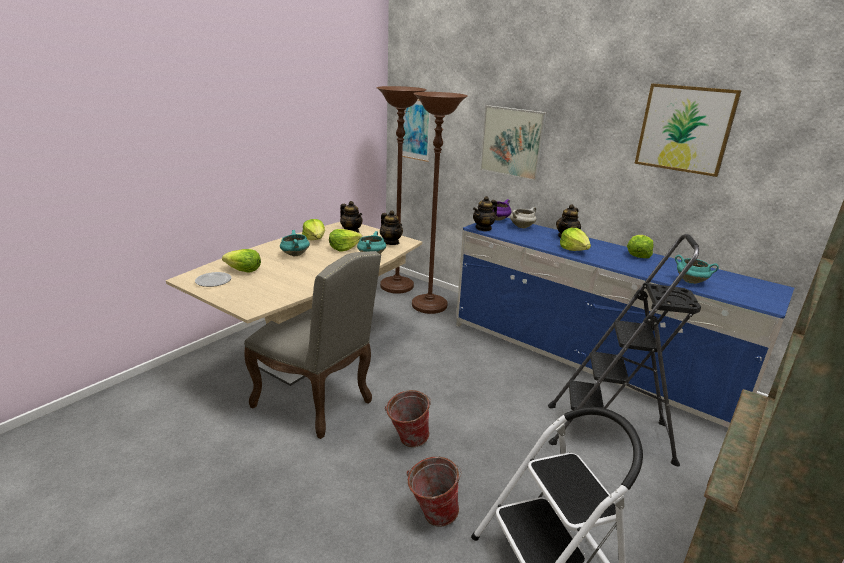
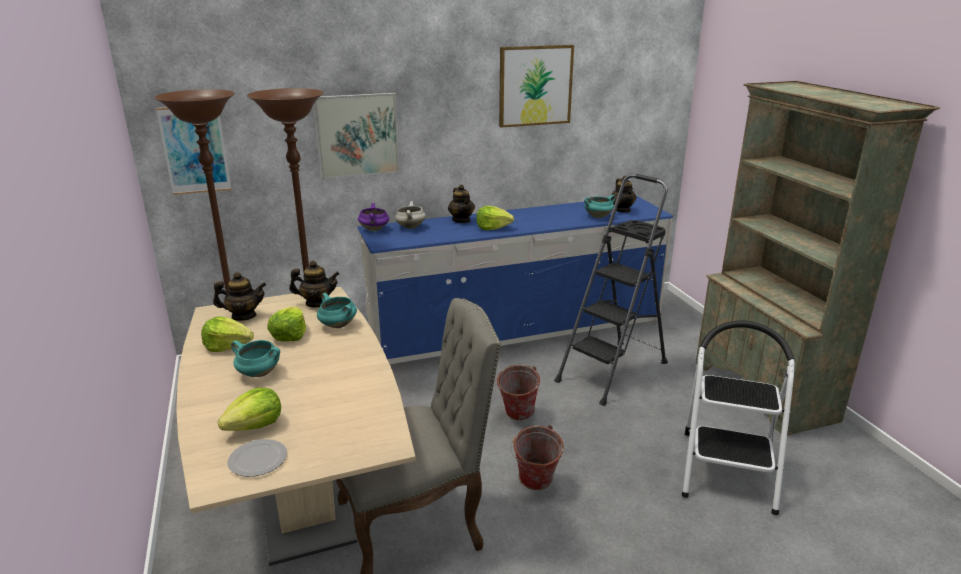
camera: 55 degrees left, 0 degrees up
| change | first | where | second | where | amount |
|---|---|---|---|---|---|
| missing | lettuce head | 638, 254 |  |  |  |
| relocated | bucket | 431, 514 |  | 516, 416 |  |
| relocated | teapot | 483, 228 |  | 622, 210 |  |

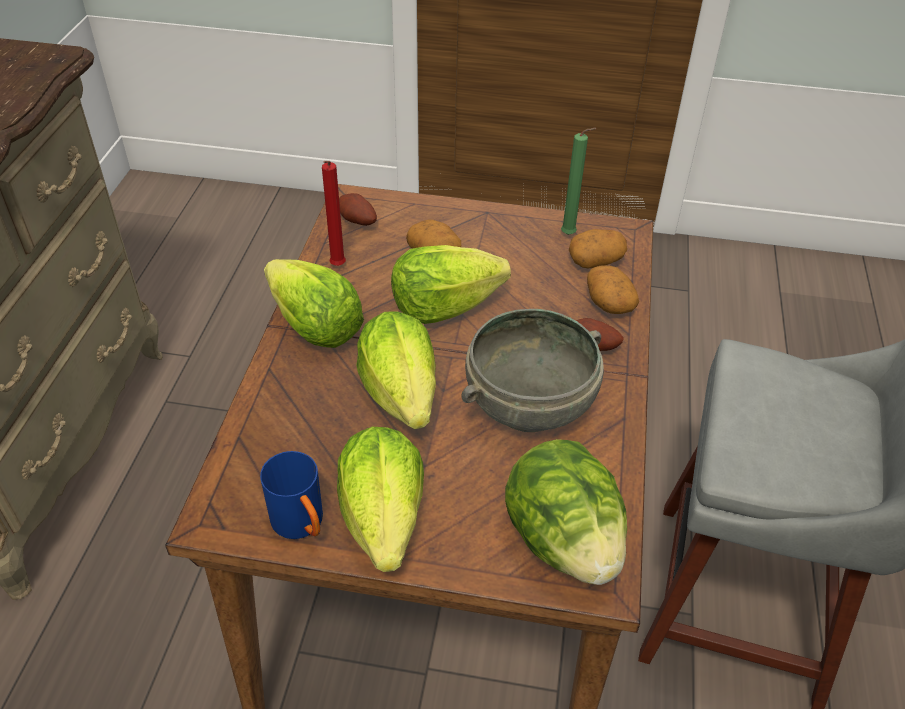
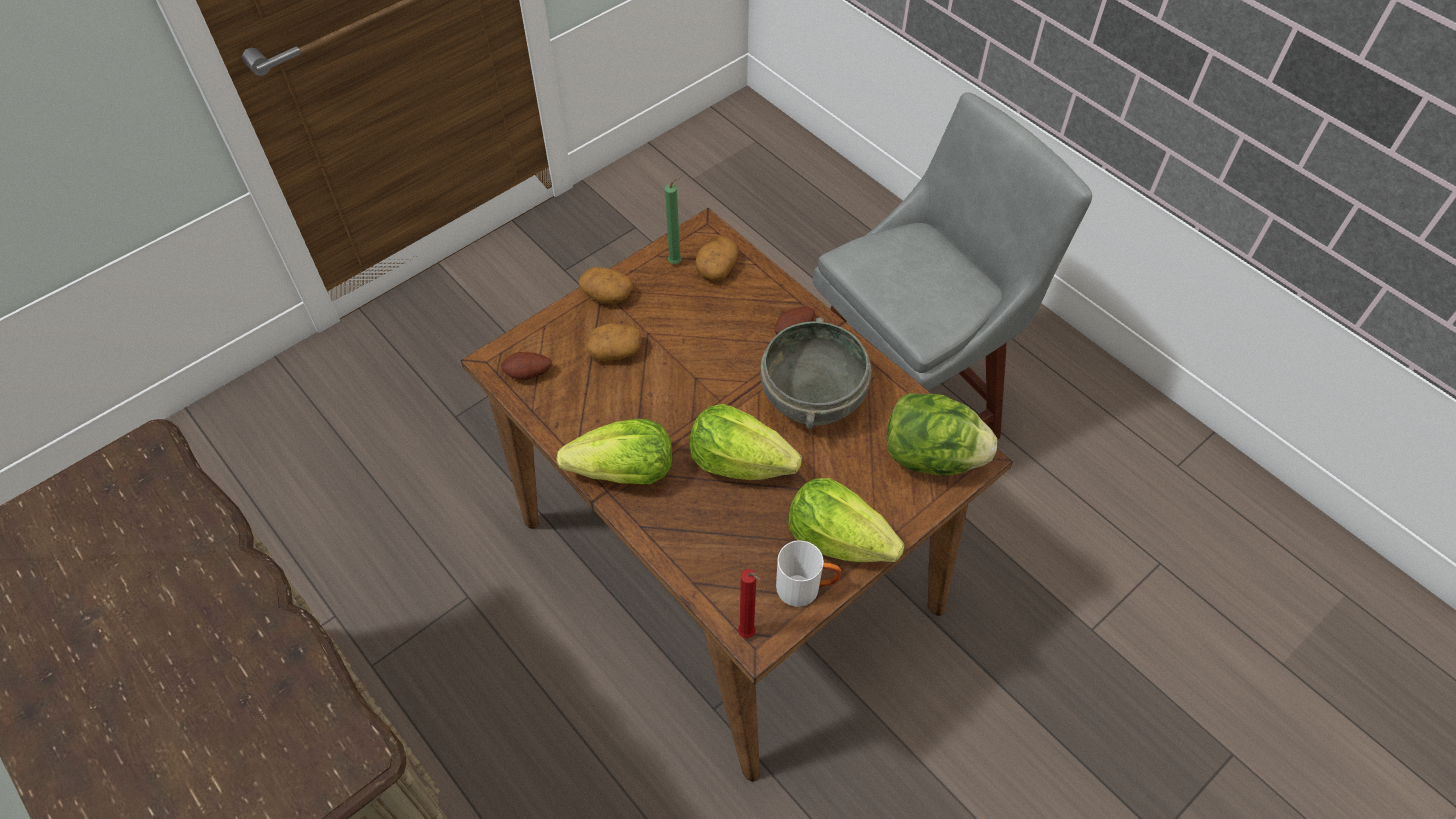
camera: 50 degrees left, 10 degrees up
| change | first | where | second | where | amount |
|---|---|---|---|---|---|
| missing | lettuce head | 443, 307 |  |  |  |
| relocated | wax light (red-coloured) | 337, 267 |  | 748, 635 |  |
| relocated | potato | 608, 302 |  | 606, 295 |  |
| colour | tea mug (blue) | 302, 525 | tea mug (whitish) | 806, 588 |  |

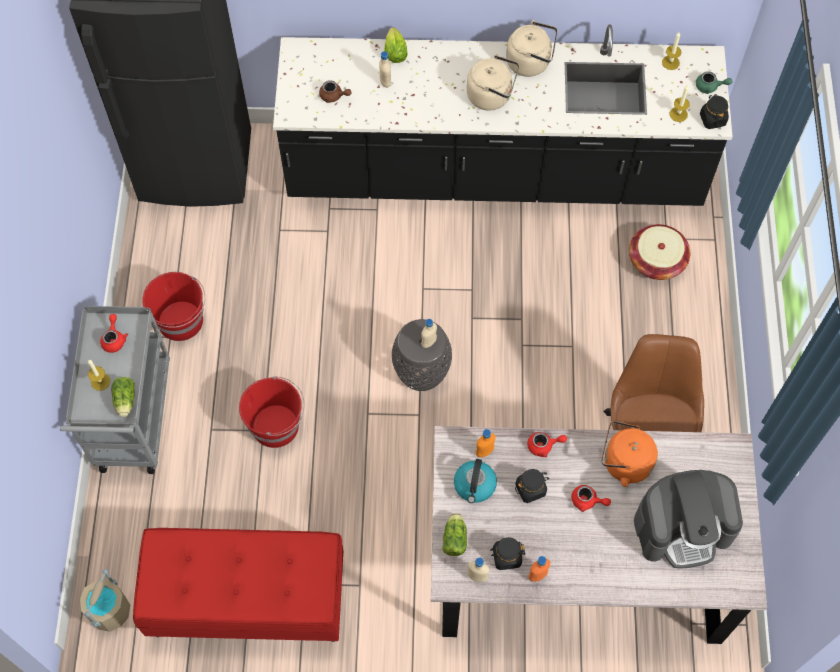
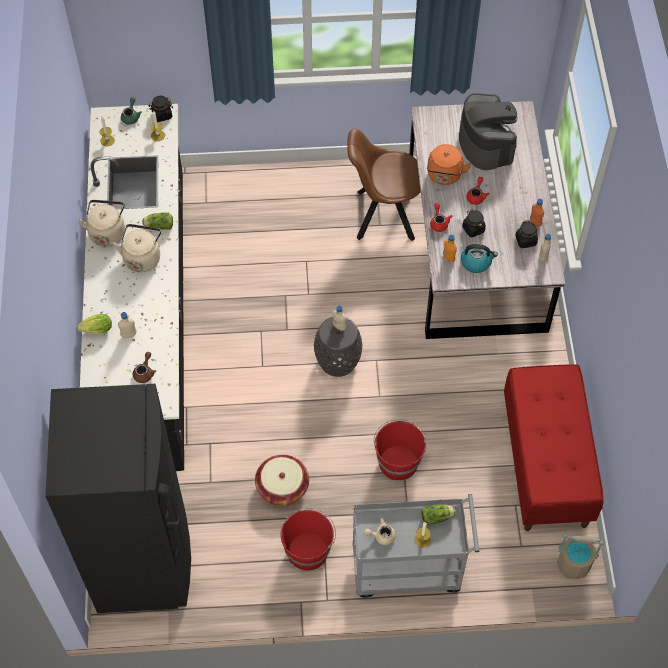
camera: 95 degrees left, 5 degrees down
| change | first | where | second | where | amount |
|---|---|---|---|---|---|
| relocated | lettuce head | 454, 537 |  | 158, 226 |  |
| relocated | basket | 656, 261 |  | 282, 486 |  |
| colour | teapot (red-coloured) | 114, 339 | teapot (sand-coloured) | 381, 535 |  |

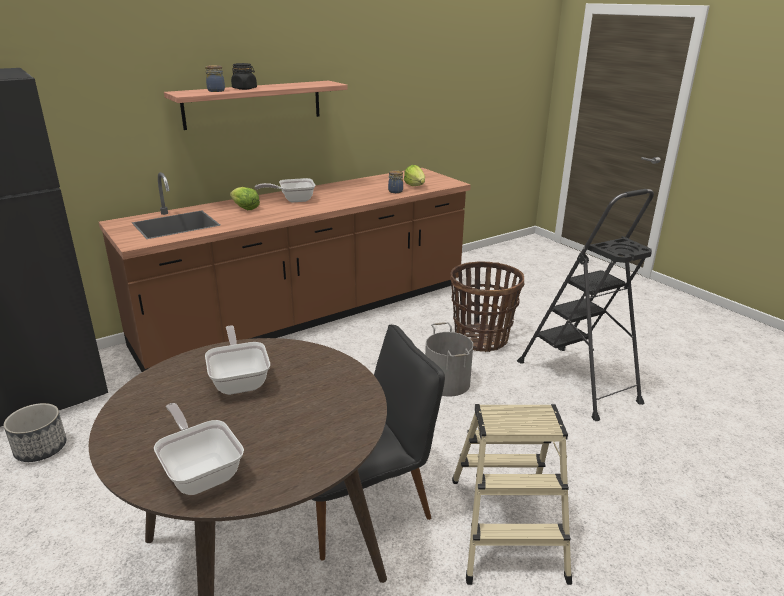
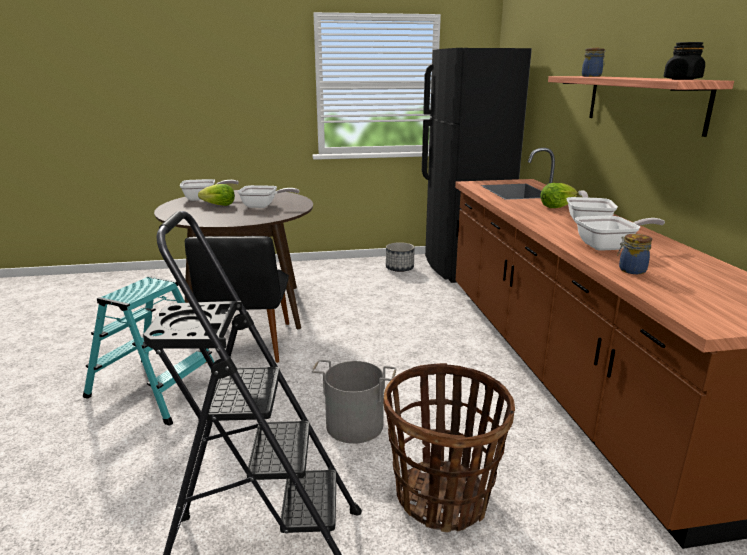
camera: 115 degrees right, 5 degrees down
| change | first | where | second | where | amount |
|---|---|---|---|---|---|
| appeared |  |  | frying pan | 609, 246 |  |
| relocated | preserve jar (black-coloured) | 244, 88 |  | 682, 79 |  |
| relocated | lettuce head | 415, 186 |  | 219, 205 |  |
| colour | step stool (sand-coloured) | 506, 526 | step stool (turquoise-coloured) | 155, 389 |  |

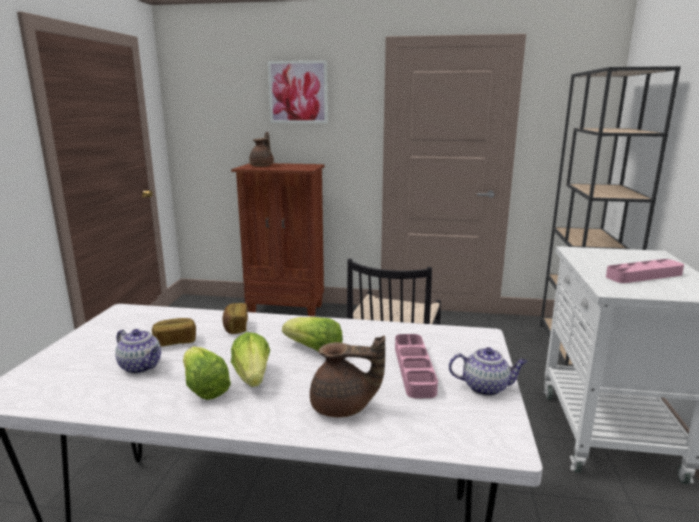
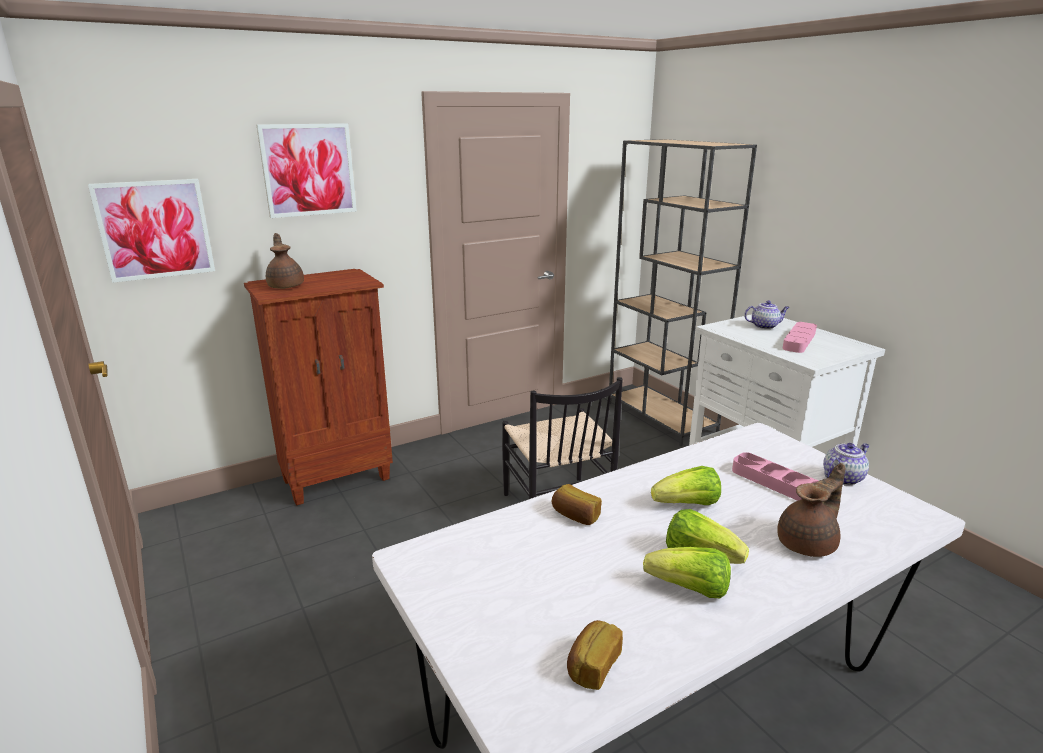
camera: 40 degrees left, 5 degrees up
| change | first | where | second | where | amount |
|---|---|---|---|---|---|
| appeared |  |  | wall art | 155, 229 |  |
| relocated | teapot | 141, 367 |  | 765, 326 |  |
| relocated | bakery bread | 175, 341 |  | 592, 665 |  |

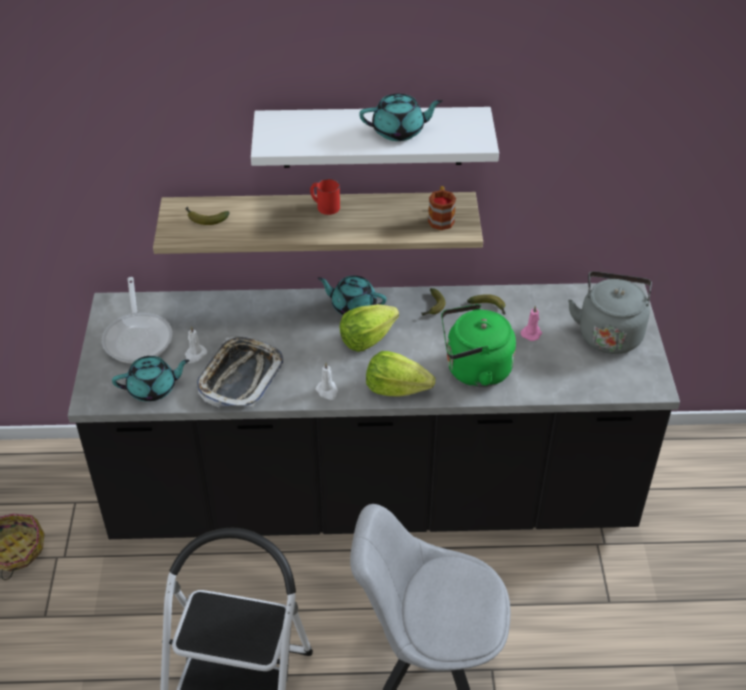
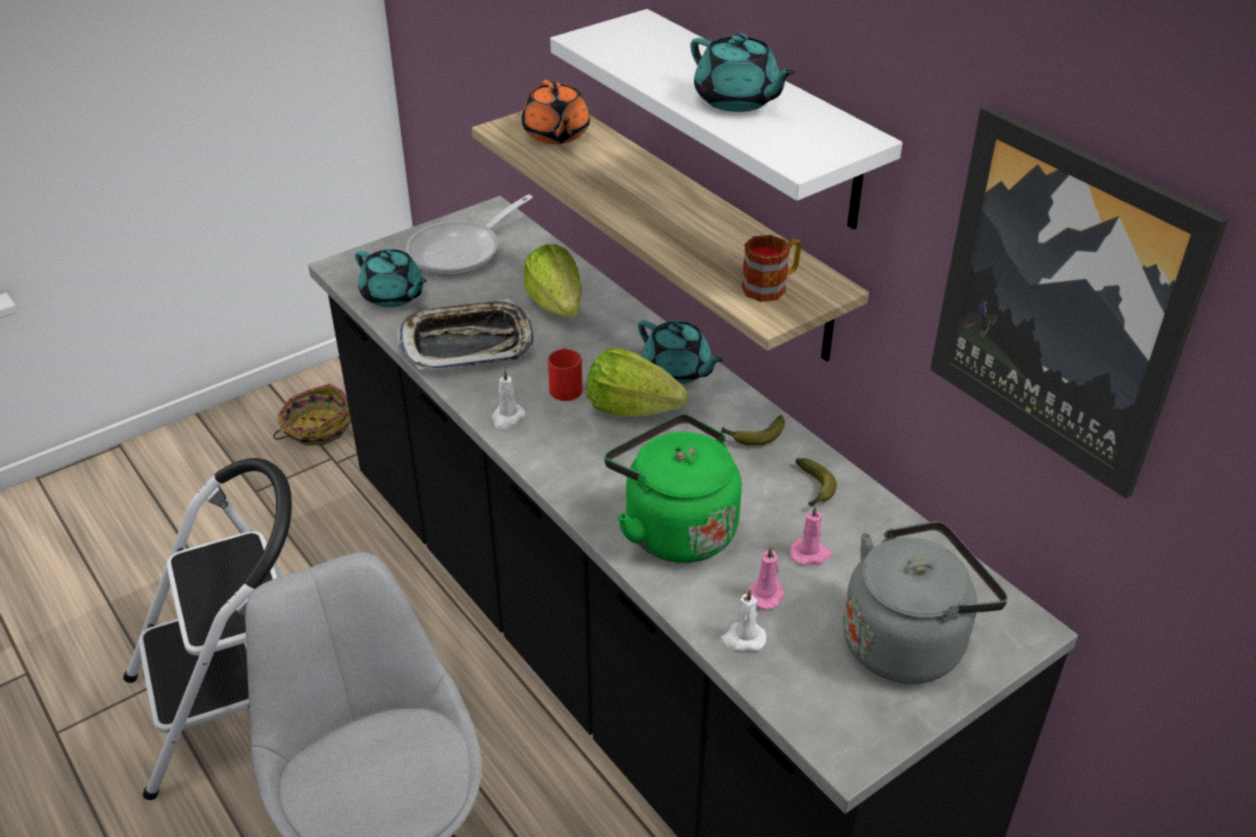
camera: 55 degrees right, 5 degrees down
| change | first | where | second | where | amount |
|---|---|---|---|---|---|
| appeared |  |  | wax light (pinkish) | 766, 594 |  |
| appeared |  |  | wall art | 1064, 301 |  |
| relocated | wax light (whitish) | 195, 355 |  | 743, 639 |  |
| relocated | tea mug (red-coloured) | 324, 206 |  | 565, 385 |  |
| relocated | lettuce head | 396, 388 |  | 556, 305 |  |
| exchanged | banana | 205, 219 | teapot (orange-coloured) | 556, 134 |  |
| spun | teapot (turquoise-coloured) | 353, 306 |  | 677, 371 | 150 degrees clockwise |

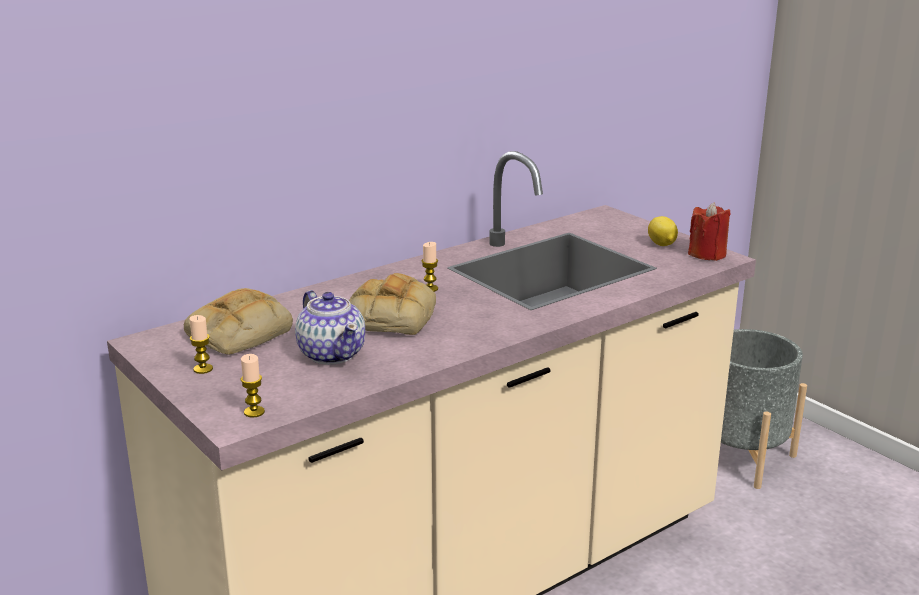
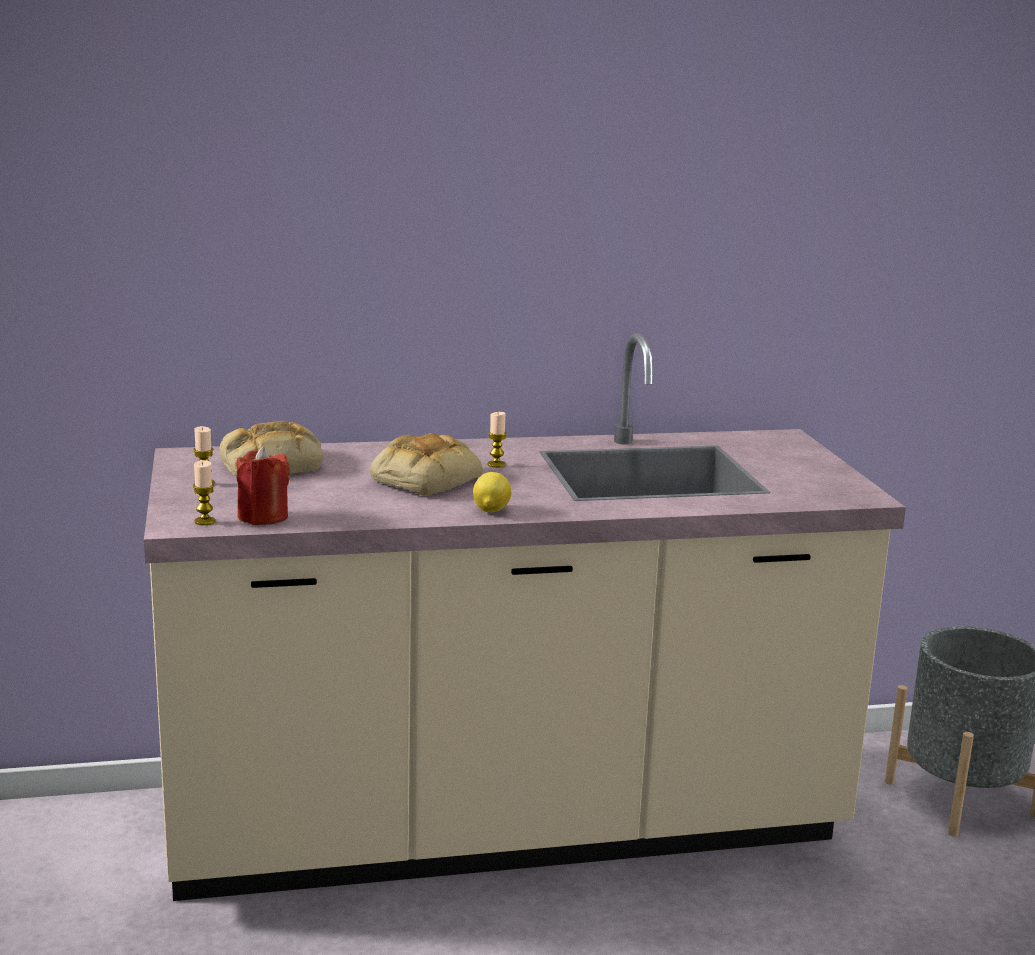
camera: 25 degrees right, 5 degrees down
| change | first | where | second | where | amount |
|---|---|---|---|---|---|
| missing | teapot | 332, 353 |  |  |  |
| relocated | citrus fruit | 661, 245 |  | 490, 510 |  |
| relocated | wax light (red-coloured) | 707, 254 |  | 263, 517 |  |

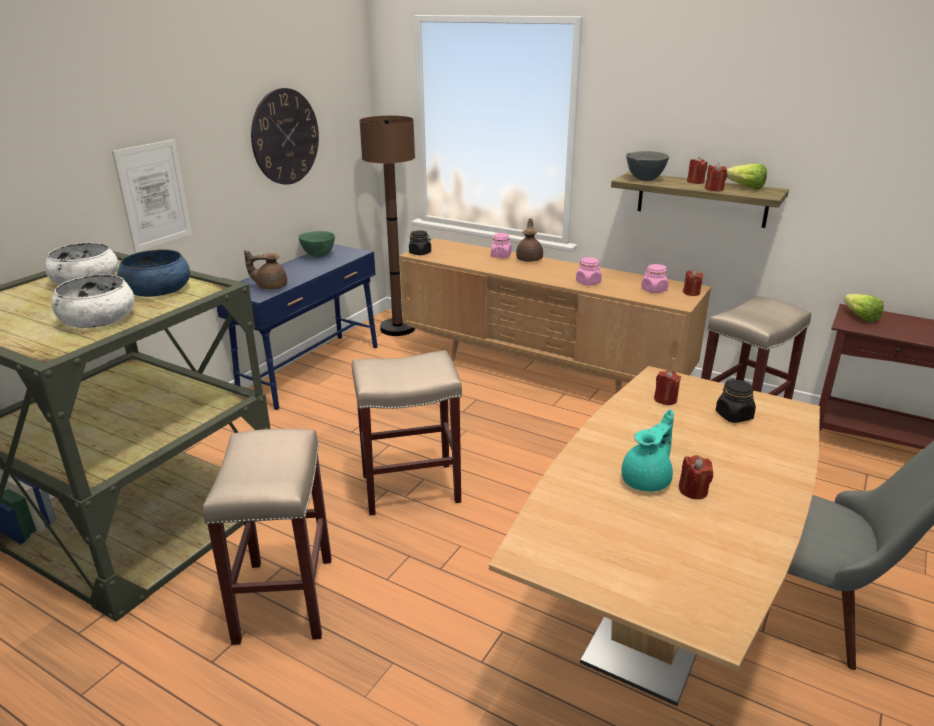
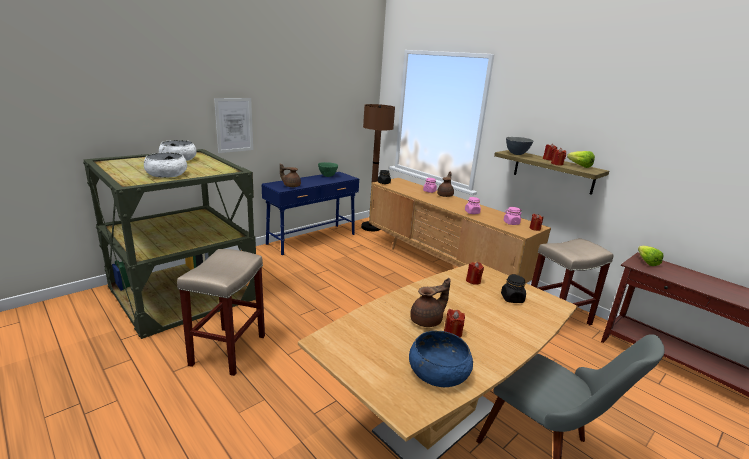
camera: 15 degrees right, 5 degrees down
| change | first | where | second | where | amount |
|---|---|---|---|---|---|
| missing | clock on the wall | 285, 137 |  |  |  |
| missing | stool (sand-coloured) | 412, 487 |  |  |  |
| relocated | bowl (blue) | 157, 289 |  | 438, 371 |  |
| colour | teapot (turquoise-coloured) | 647, 480 | teapot (brown) | 427, 321 |  |

